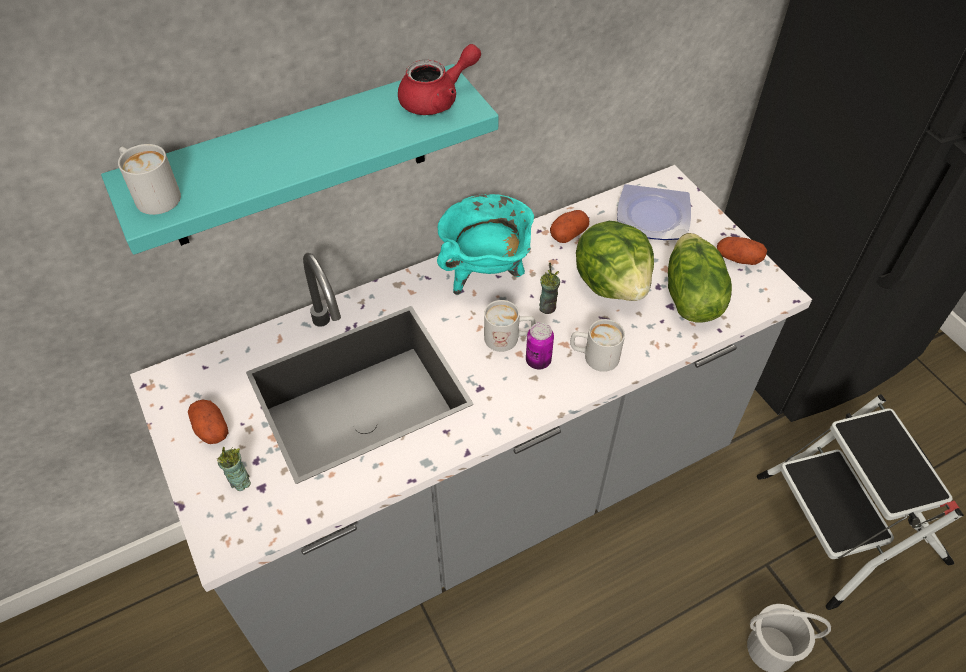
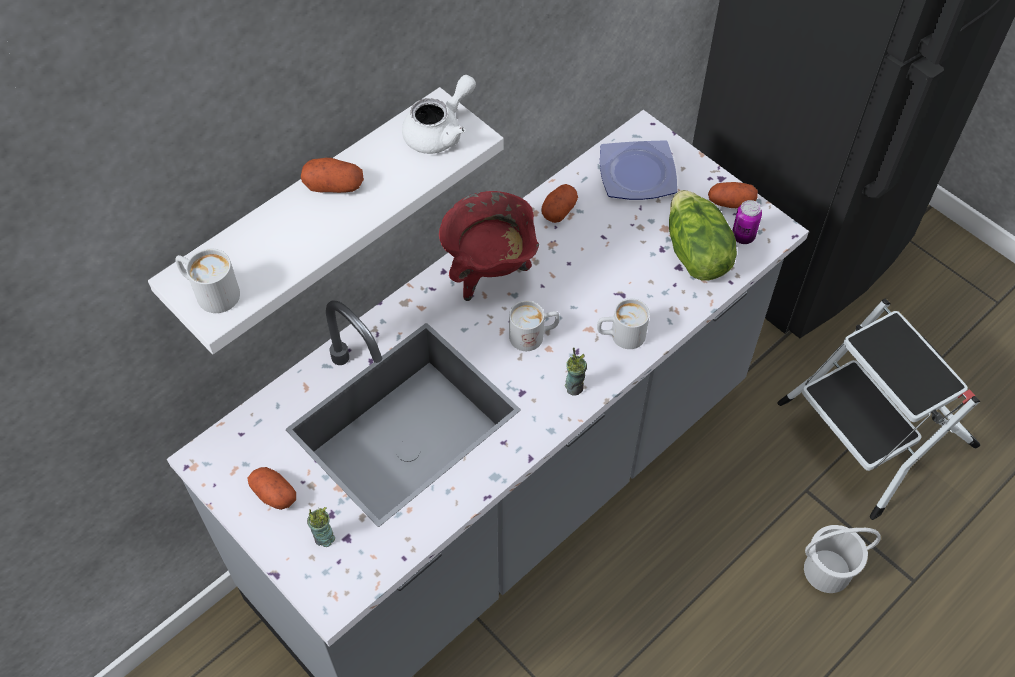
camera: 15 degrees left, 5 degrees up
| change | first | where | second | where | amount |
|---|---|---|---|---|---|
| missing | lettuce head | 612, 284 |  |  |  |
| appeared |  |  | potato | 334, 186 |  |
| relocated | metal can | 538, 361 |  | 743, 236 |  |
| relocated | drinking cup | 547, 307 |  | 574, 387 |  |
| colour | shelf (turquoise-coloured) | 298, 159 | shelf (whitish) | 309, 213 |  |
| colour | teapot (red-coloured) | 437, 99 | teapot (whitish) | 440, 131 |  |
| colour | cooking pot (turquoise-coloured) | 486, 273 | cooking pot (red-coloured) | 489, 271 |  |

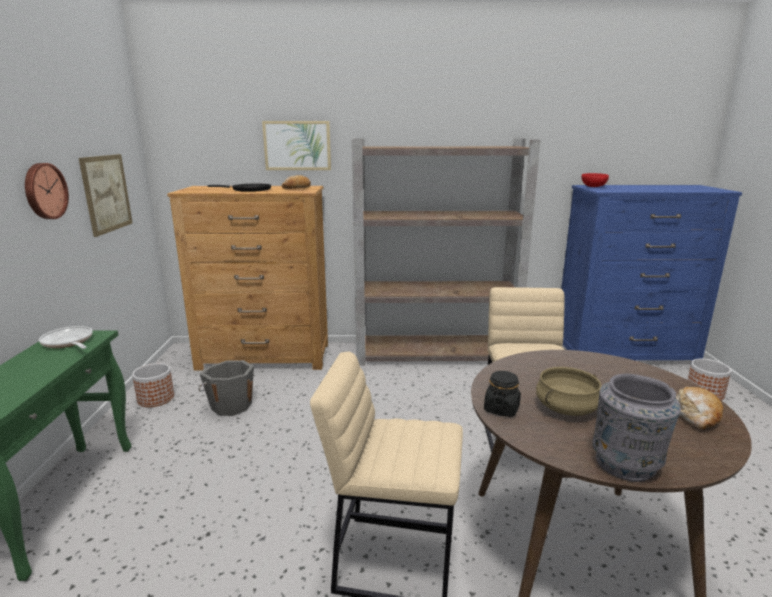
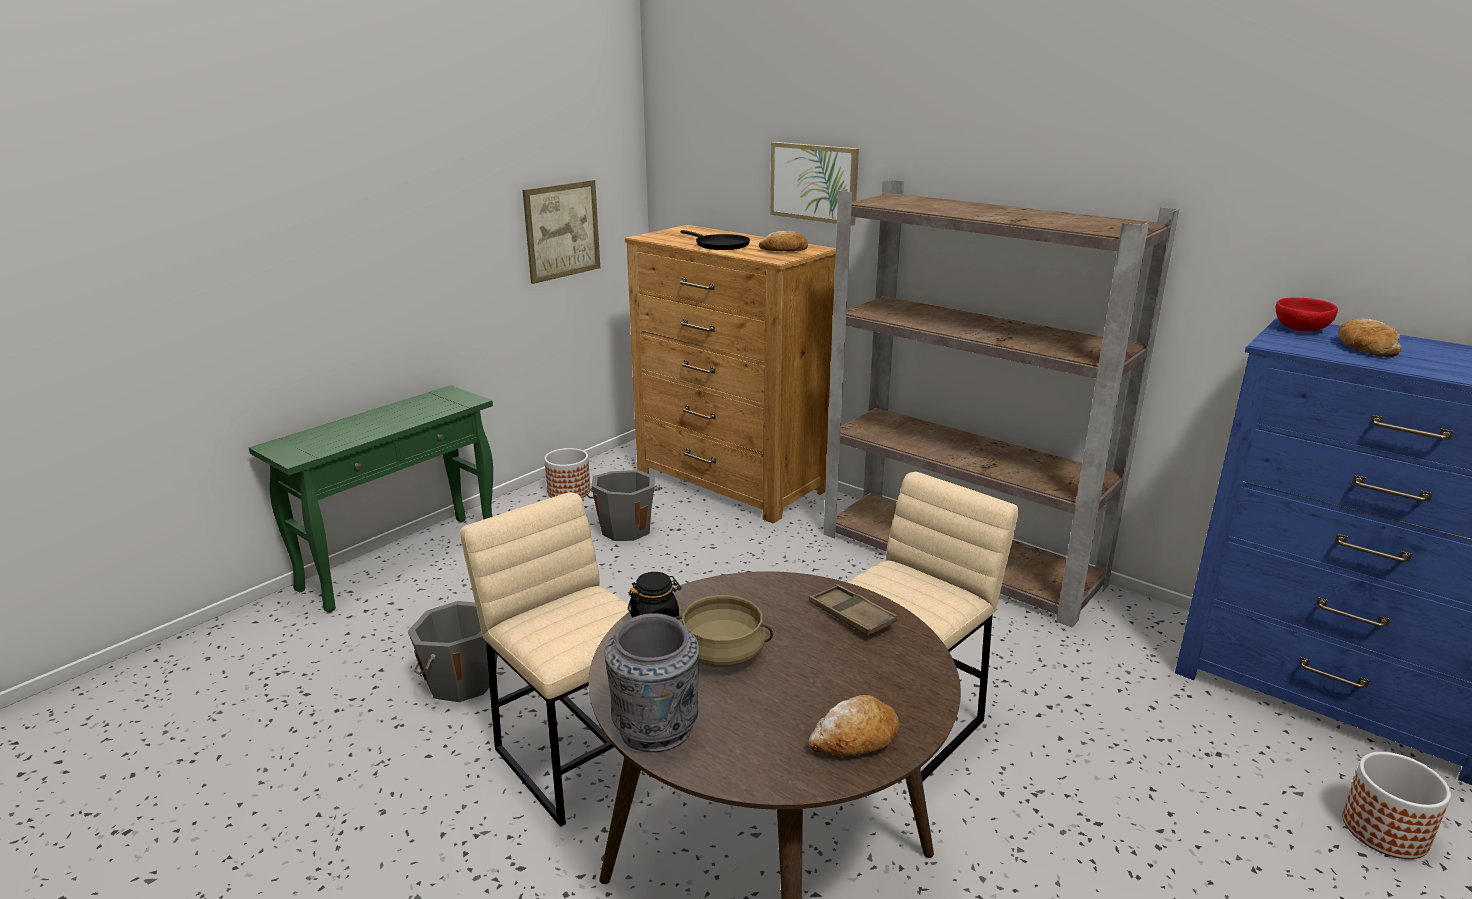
camera: 40 degrees right, 5 degrees up
| change | first | where | second | where | amount |
|---|---|---|---|---|---|
| missing | clock on the wall | 44, 191 |  |  |  |
| missing | frying pan | 68, 342 |  |  |  |
| appeared |  |  | bucket (greyish) | 460, 681 |  |
| appeared |  |  | serving tray (brown) | 851, 615 |  |
| appeared |  |  | bakery bread | 1364, 348 |  |

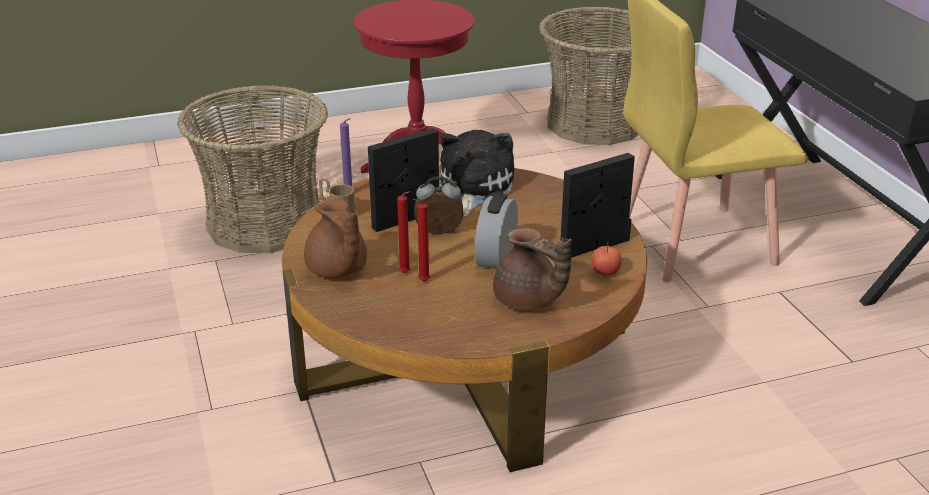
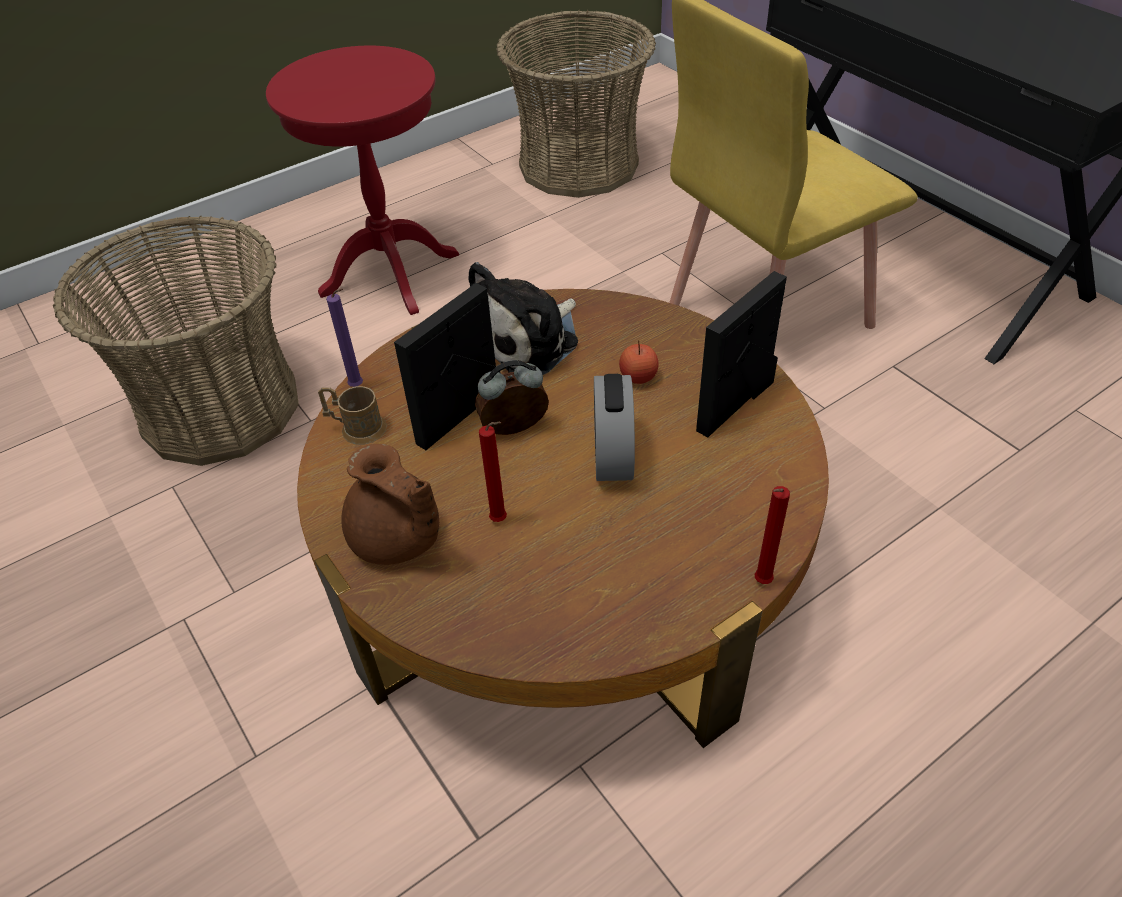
camera: 15 degrees left, 15 degrees up
| change | first | where | second | where | amount |
|---|---|---|---|---|---|
| missing | teapot (brown) | 528, 301 |  |  |  |
| relocated | wax light (red-coloured) | 422, 281 |  | 760, 583 |  |
| relocated | whole apple | 605, 272 |  | 638, 377 |  |
| spun | plush toy | 473, 189 |  | 527, 340 | 135 degrees counterclockwise |

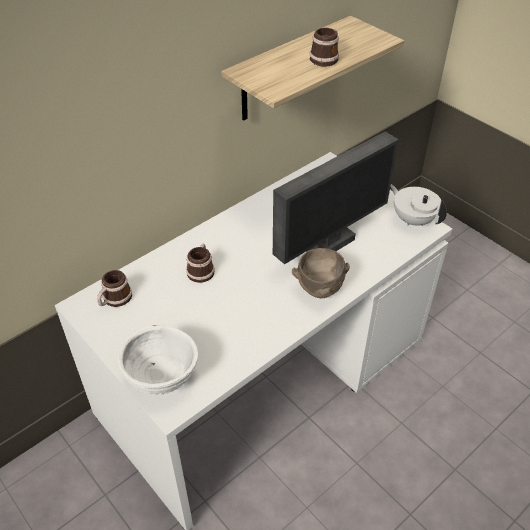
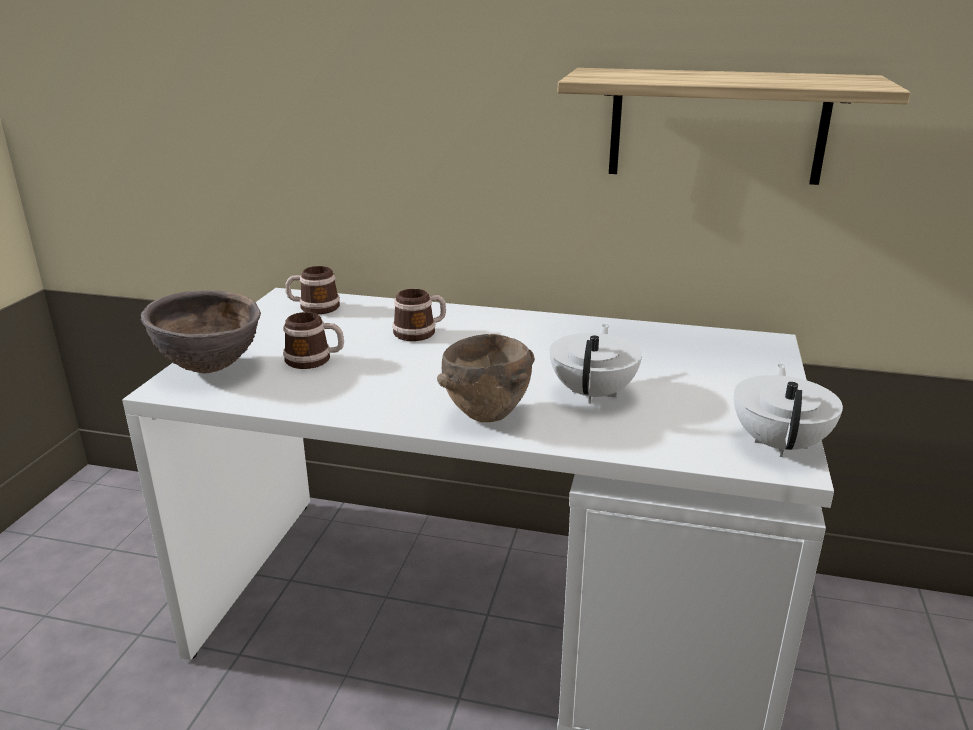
camera: 55 degrees right, 20 degrees down
| change | first | where | second | where | amount |
|---|---|---|---|---|---|
| relocated | tea mug | 326, 58 |  | 315, 360 |  |
| exchanged | computer screen | 328, 245 | teapot (whitish) | 594, 393 |  |
| colour | bowl (whitish) | 162, 380 | bowl (brown) | 210, 369 |  |

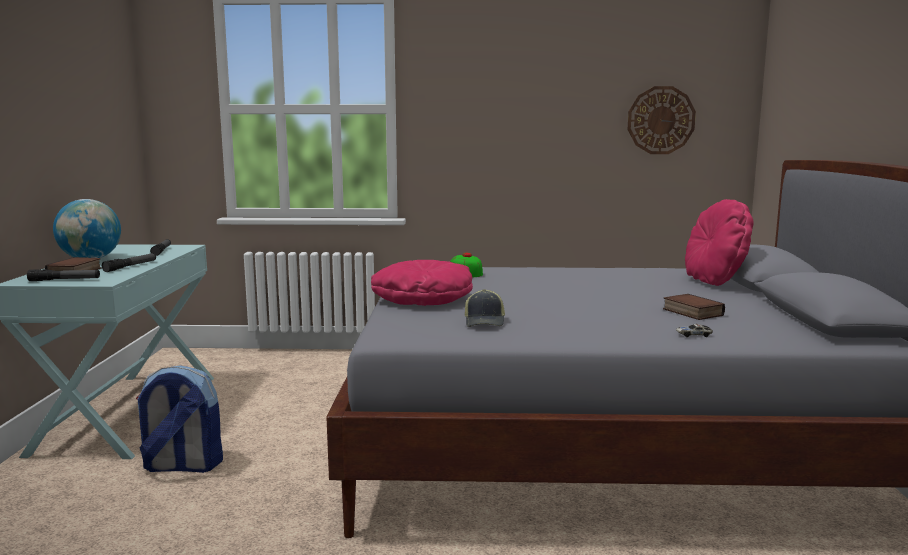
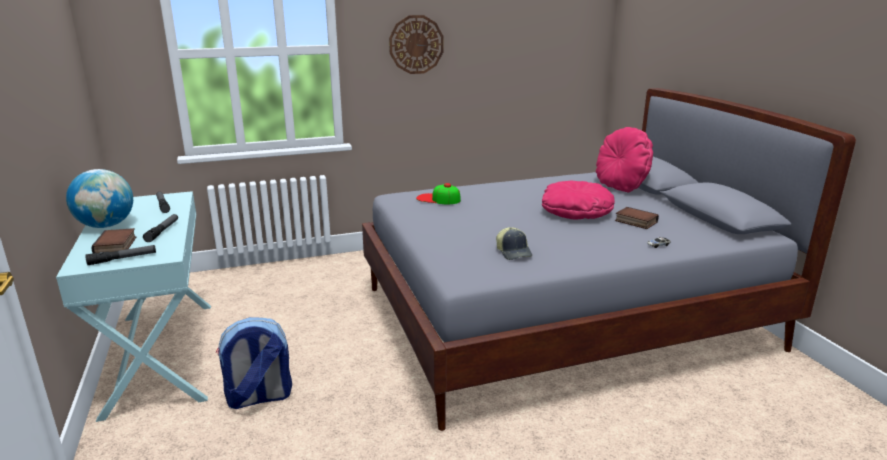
camera: 20 degrees left, 10 degrees up
| change | first | where | second | where | amount |
|---|---|---|---|---|---|
| relocated | cushion (pinkish) | 424, 299 |  | 577, 211 |  |
| relocated | clock on the wall | 661, 120 |  | 416, 44 |  |

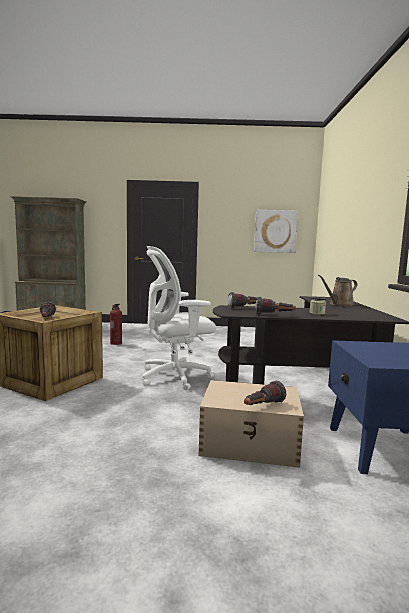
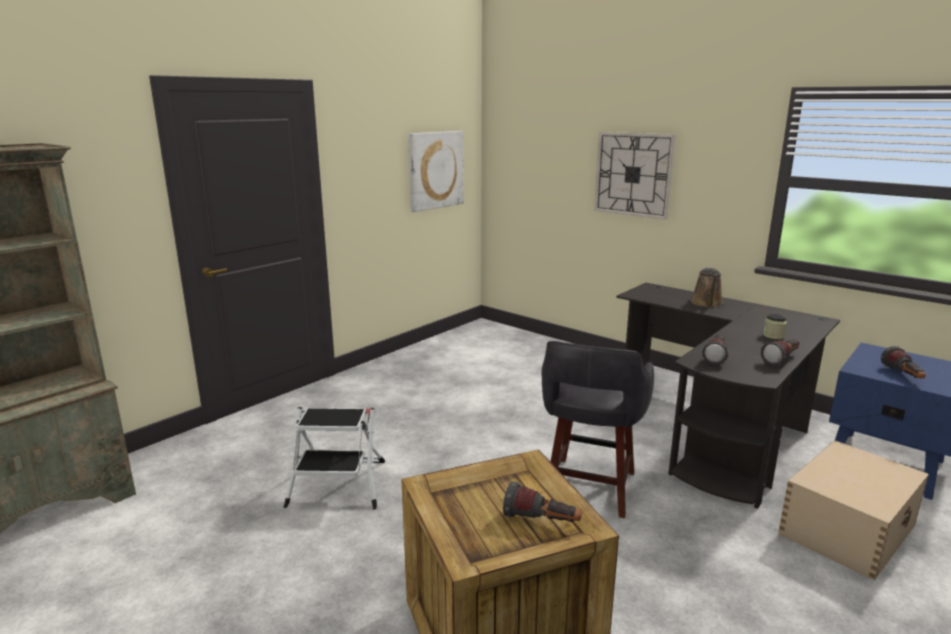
camera: 50 degrees left, 10 degrees up
| change | first | where | second | where | amount |
|---|---|---|---|---|---|
| appeared |  |  | clock on the wall | 633, 174 |  |
| relocated | flashlight | 262, 406 |  | 903, 376 |  |
| exchanged | fire-fighting cylinder | 116, 343 | step stool | 339, 484 |  |
| exchanged | desk chair (whitish) | 178, 375 | stool (greyish) | 588, 489 |  |

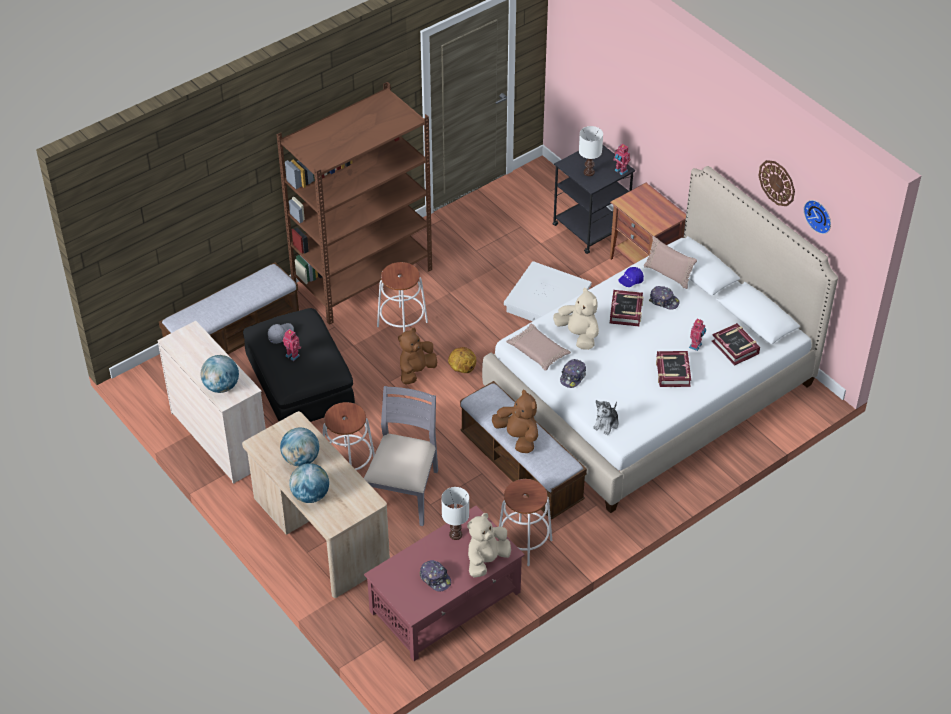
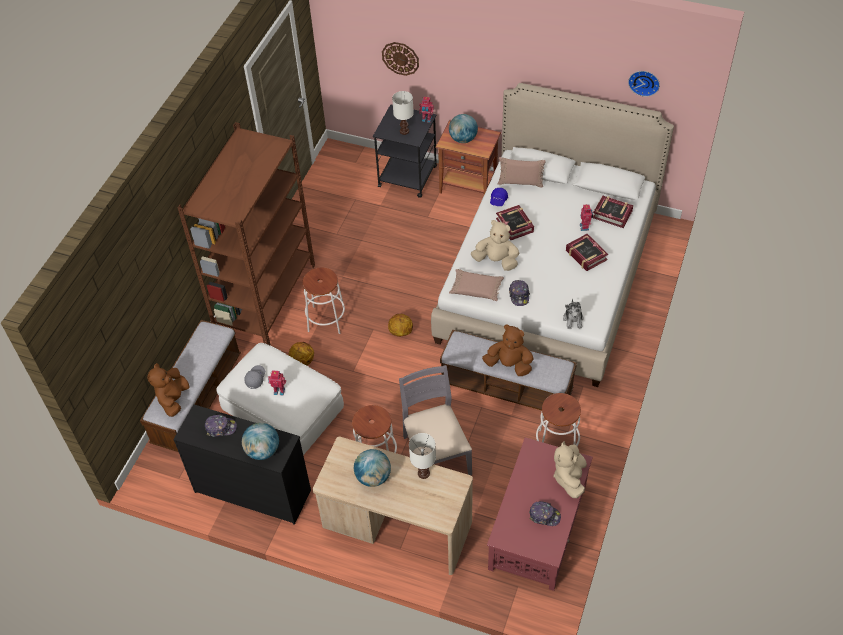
camera: 30 degrees left, 5 degrees up
| change | first | where | second | where | amount |
|---|---|---|---|---|---|
| missing | storage bin (whitish) | 547, 302 |  |  |  |
| appeared |  |  | basketball ball | 302, 360 |  |
| relocated | world globe | 310, 495 |  | 463, 139 |  |
| relocated | plush toy (brown) | 416, 371 |  | 173, 399 |  |
| relocated | table lamp (whitish) | 456, 534 |  | 424, 473 |  |
| relocated | baseball cap | 664, 301 |  | 221, 428 |  |
| relocated | clock on the wall | 777, 182 |  | 400, 58 |  |
| colour | chest of drawers (sand-coloured) | 221, 437 | chest of drawers (black-coloured) | 253, 490 |  |
| colour | footrest (black-coloured) | 299, 383 | footrest (whitish) | 282, 410 |  |

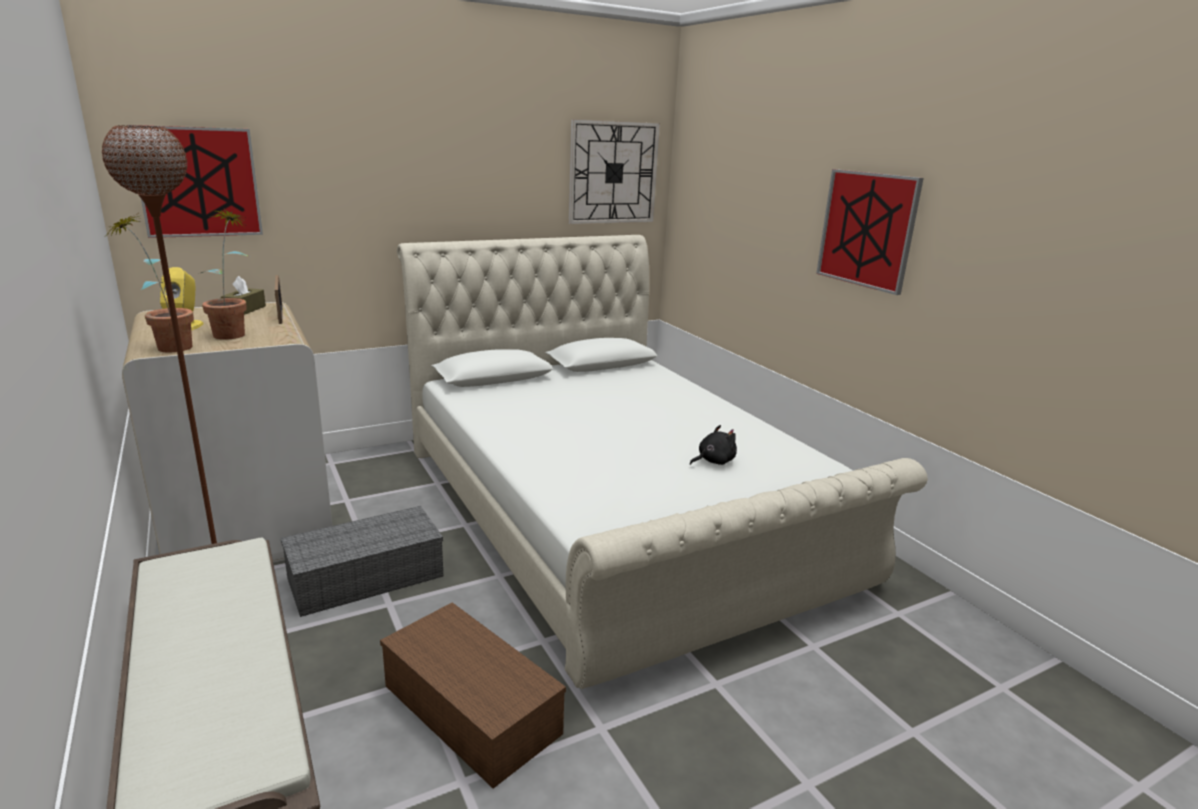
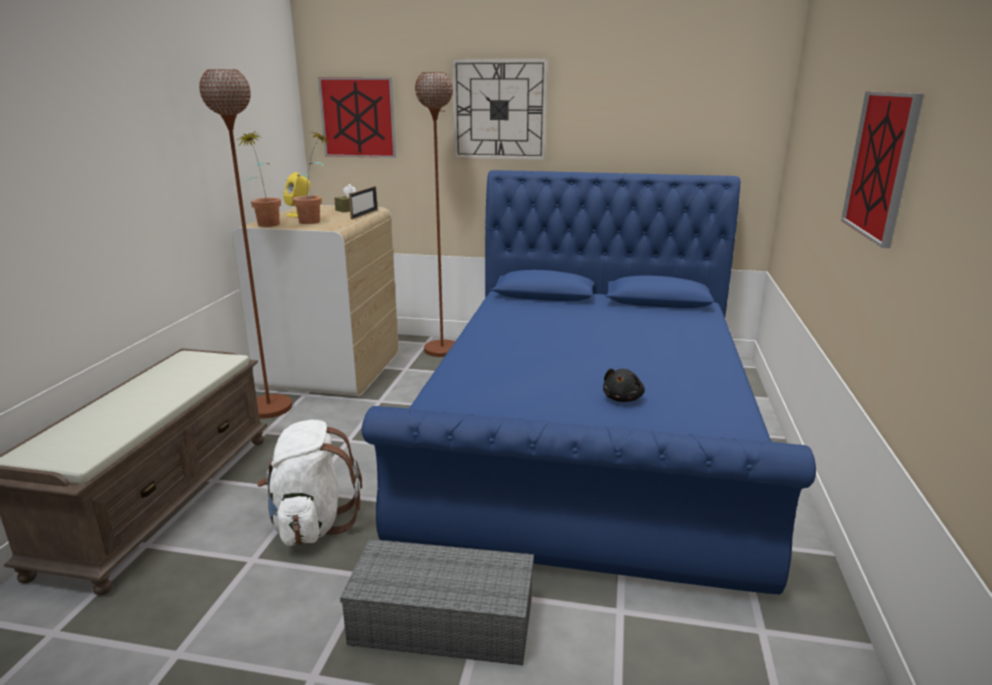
camera: 40 degrees right, 0 degrees up
| change | first | where | second | where | amount |
|---|---|---|---|---|---|
| appeared |  |  | standard lamp (brown) | 442, 350 |  |
| relocated | storage bin (greyish) | 364, 578 |  | 439, 622 |  |
| relocated | clock on the wall | 613, 173 |  | 499, 110 |  |
| exchanged | storage bin (brown) | 474, 709 | knapsack (whitish) | 311, 523 |  |
| colour | bedroom bed (sand-coloured) | 613, 508 | bedroom bed (blue) | 588, 434 |  |
| spun | plush toy (black-coloured) | 713, 461 |  | 623, 398 | 105 degrees clockwise |

